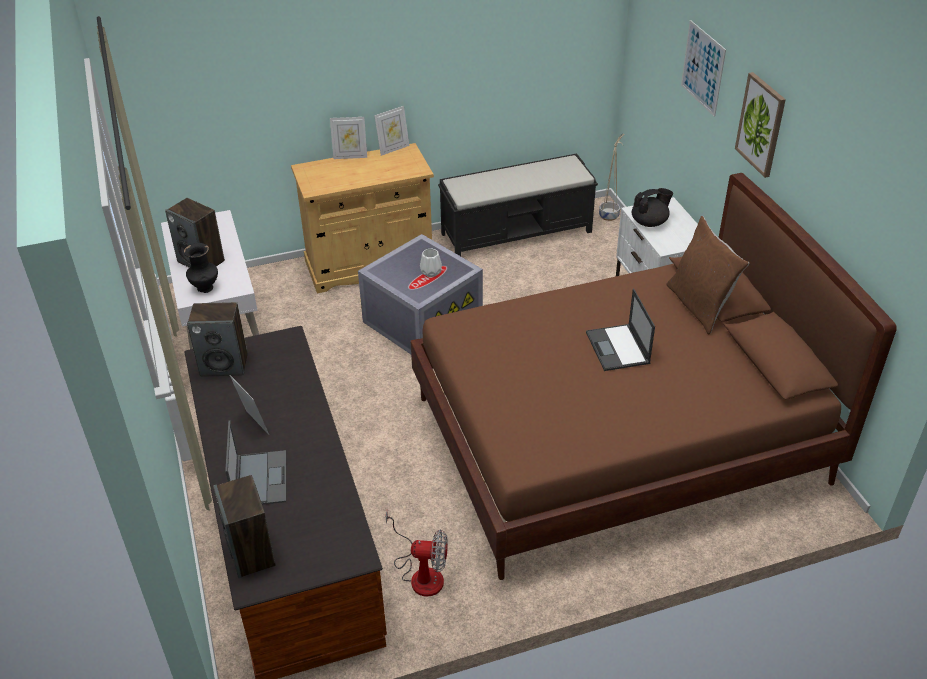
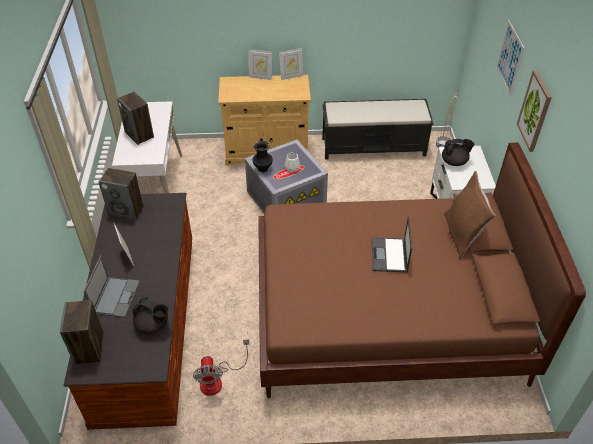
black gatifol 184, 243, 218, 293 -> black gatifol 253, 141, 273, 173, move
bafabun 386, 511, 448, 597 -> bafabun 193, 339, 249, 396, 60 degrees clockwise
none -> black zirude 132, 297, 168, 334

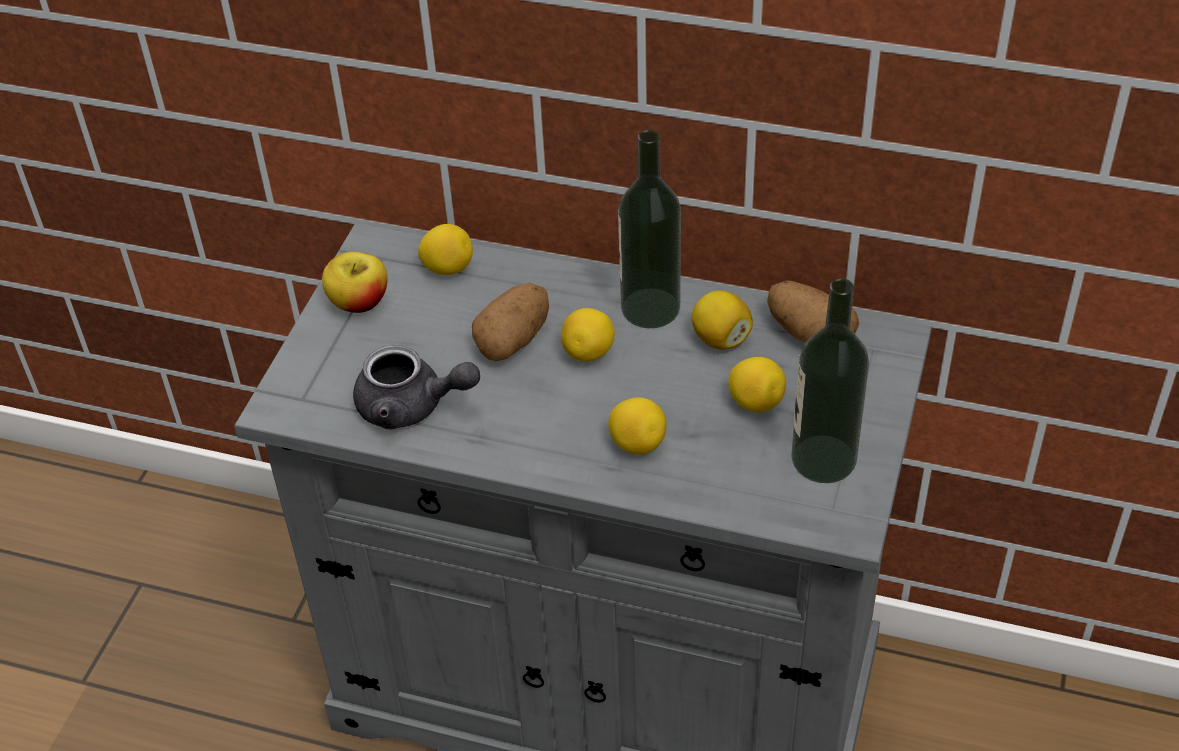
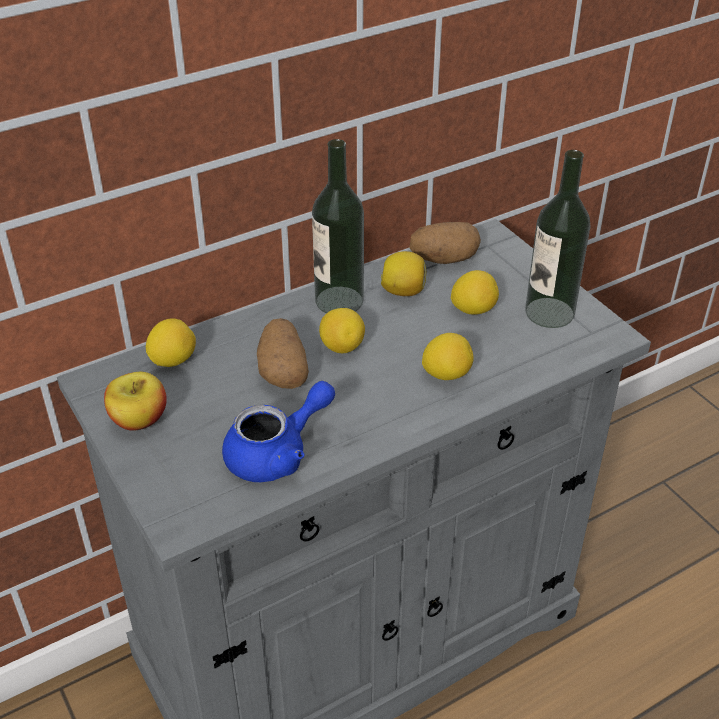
grey zirude 353, 345, 480, 430 -> blue zirude 222, 381, 335, 482

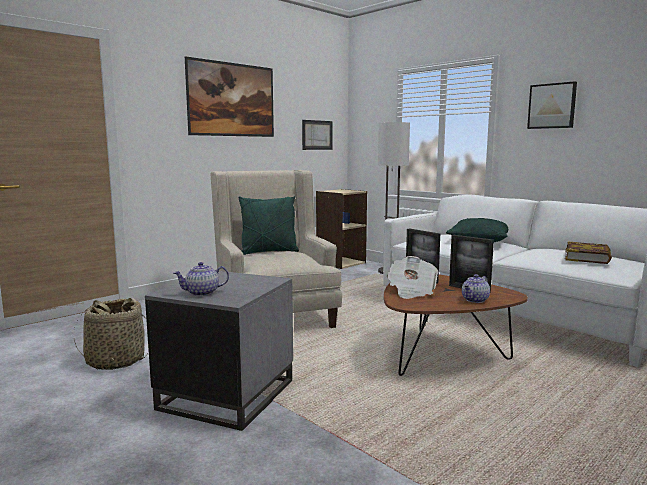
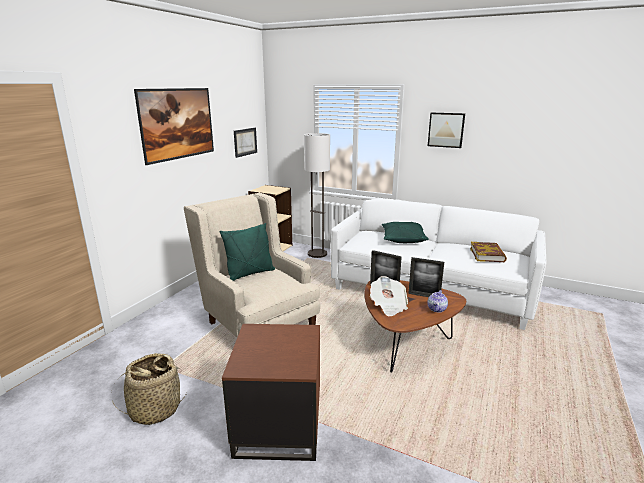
zirude 173, 262, 229, 296 -> none
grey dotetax 145, 271, 293, 431 -> brown dotetax 222, 324, 320, 461

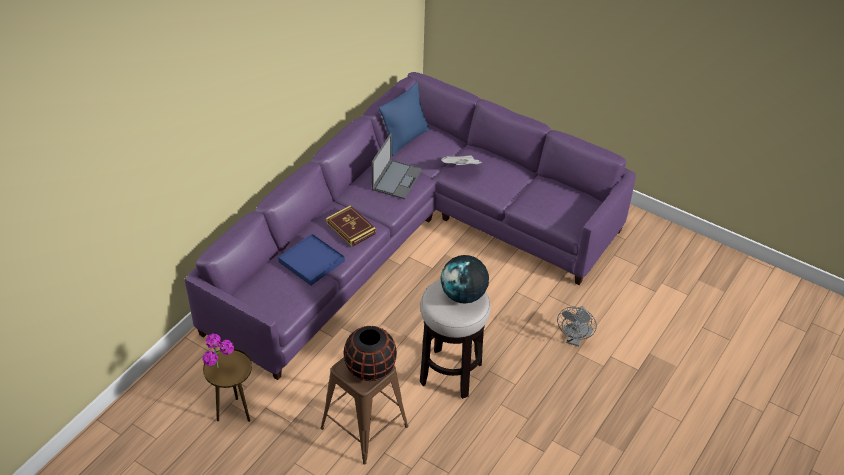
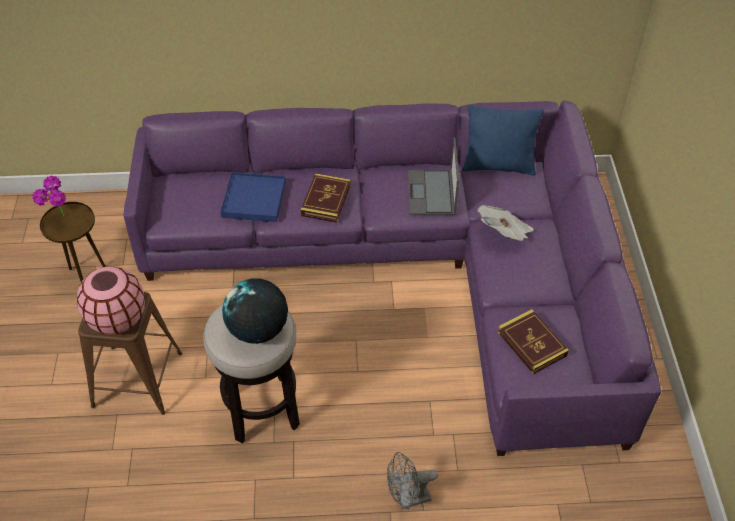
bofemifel 372, 133, 422, 199 -> bofemifel 408, 137, 459, 215, 105 degrees clockwise
black gatifol 344, 326, 397, 381 -> pink gatifol 77, 266, 145, 334
none -> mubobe 497, 309, 569, 375

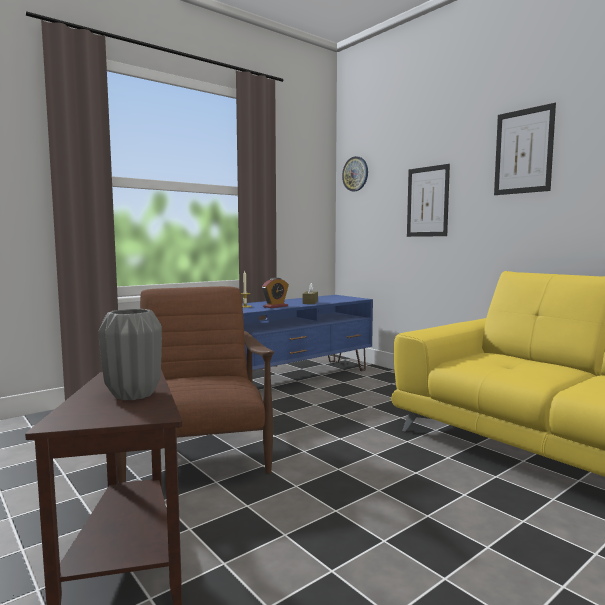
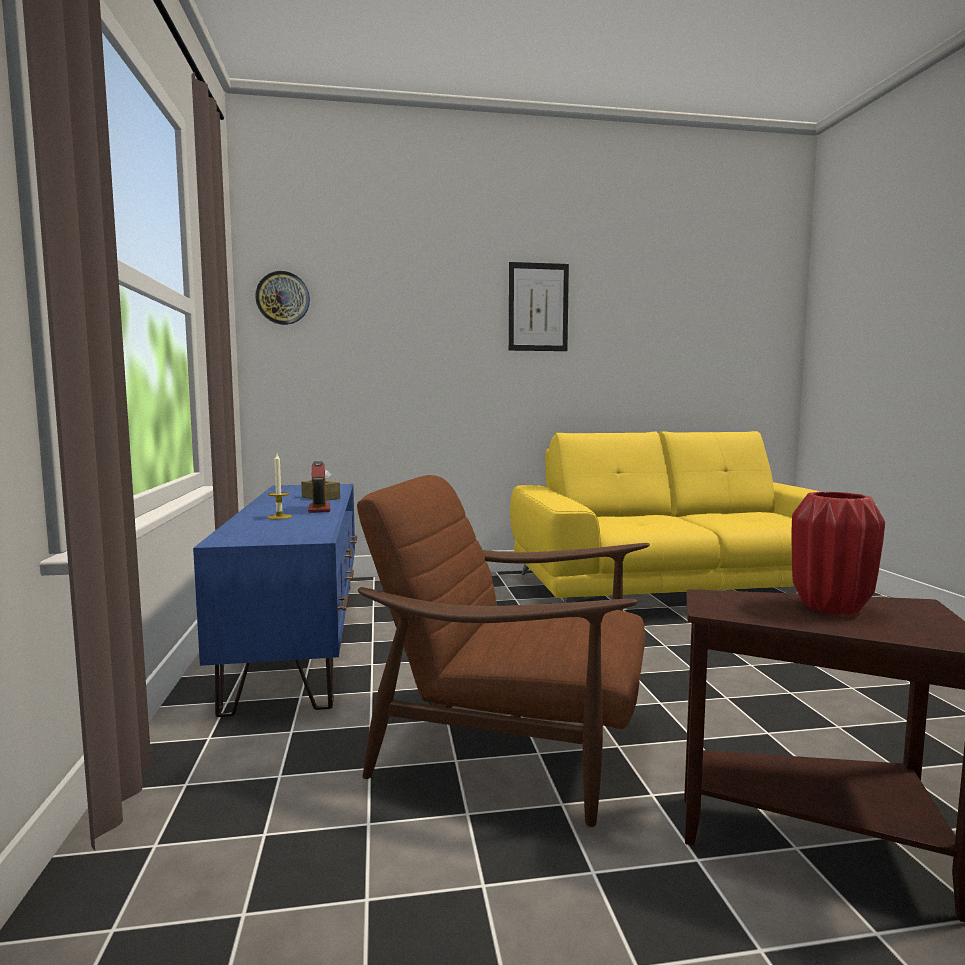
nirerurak 407, 164, 450, 237 -> none
grey gatifol 98, 309, 162, 400 -> red gatifol 791, 492, 885, 615

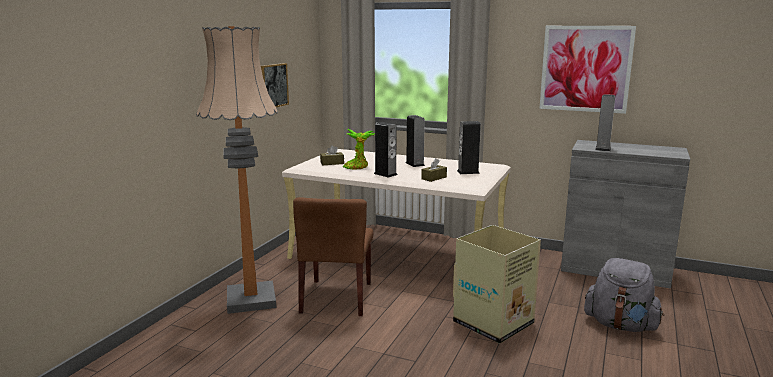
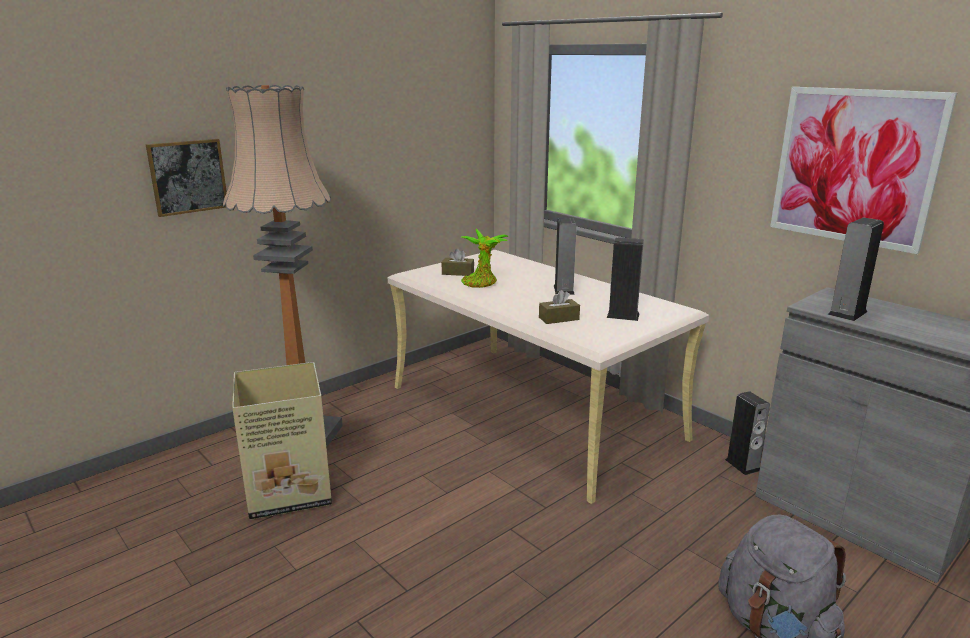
nirerurak 261, 63, 289, 107 -> nirerurak 146, 139, 227, 217, move
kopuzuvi 374, 122, 398, 178 -> kopuzuvi 725, 391, 770, 475, move
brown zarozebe 293, 197, 373, 316 -> none
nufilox 453, 225, 541, 344 -> nufilox 232, 362, 332, 520, move

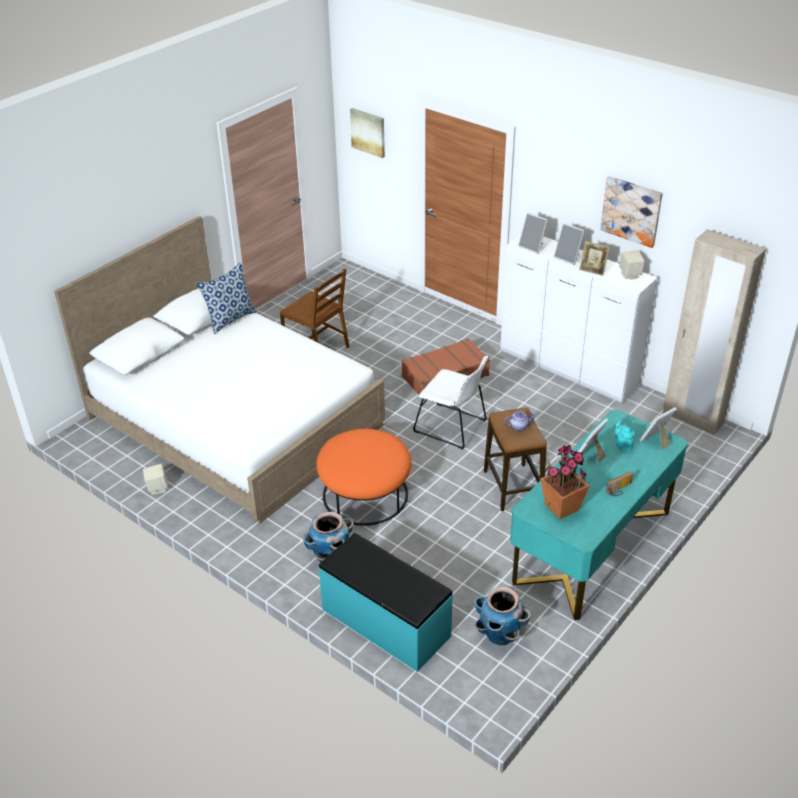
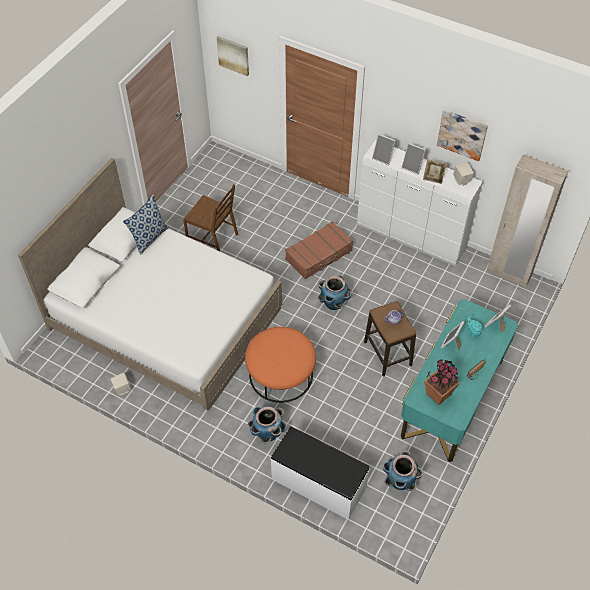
white zarozebe 413, 356, 488, 449 -> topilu 318, 276, 352, 310
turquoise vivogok 319, 533, 453, 672 -> white vivogok 271, 427, 370, 519

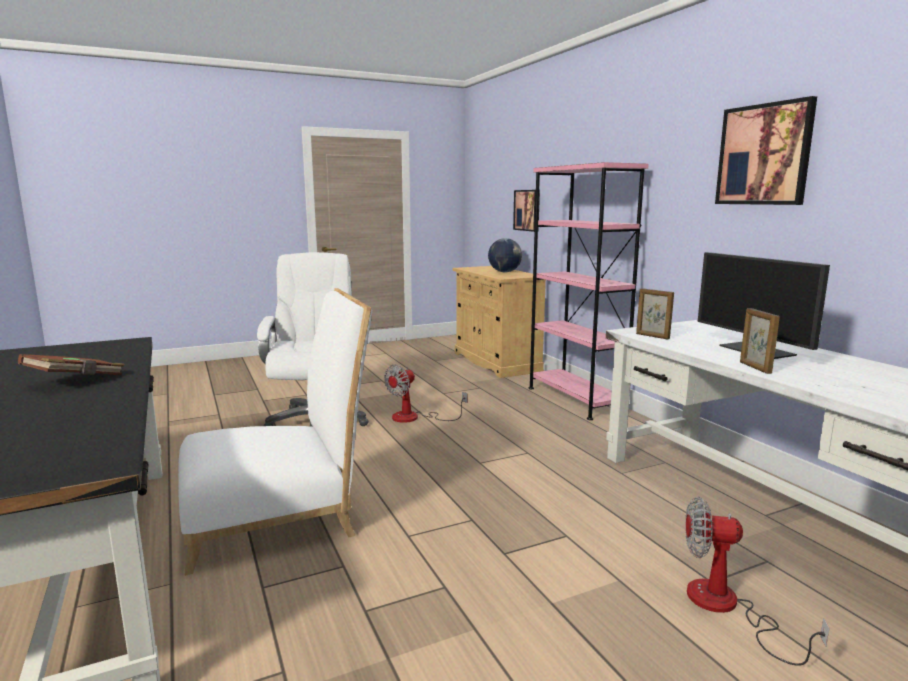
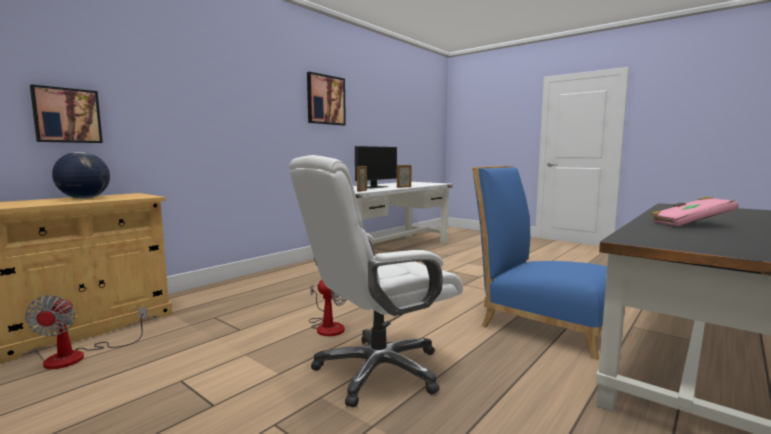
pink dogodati 528, 162, 649, 420 -> none
white zarozebe 178, 288, 372, 576 -> blue zarozebe 472, 166, 607, 360
brown mubobe 18, 354, 124, 375 -> pink mubobe 651, 196, 739, 226
bafabun 685, 497, 830, 666 -> bafabun 25, 295, 147, 369, move

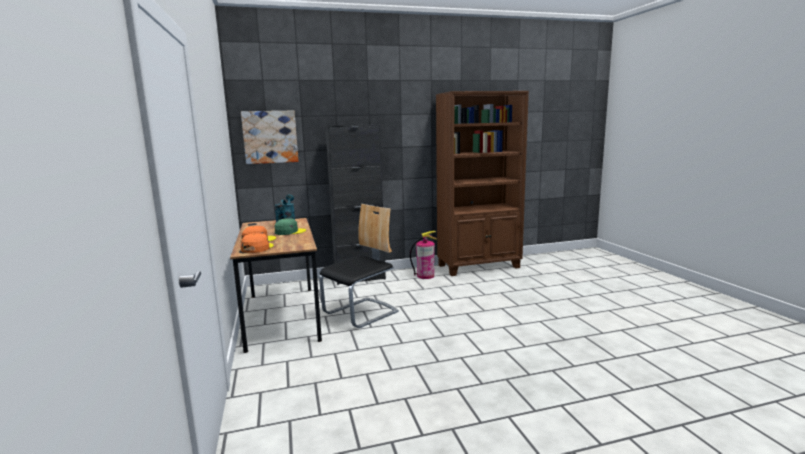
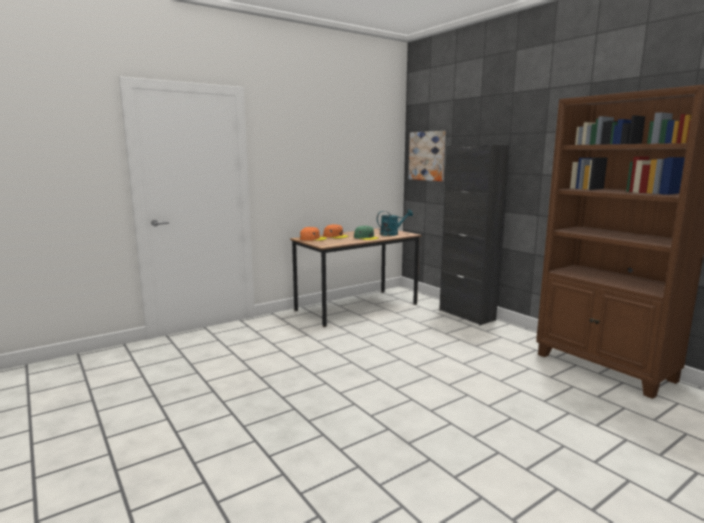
zarozebe 319, 204, 399, 328 -> none
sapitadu 410, 231, 437, 279 -> none

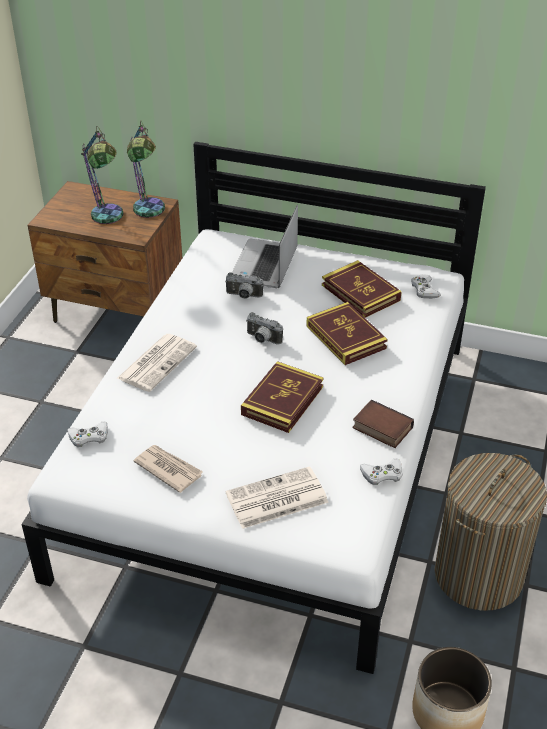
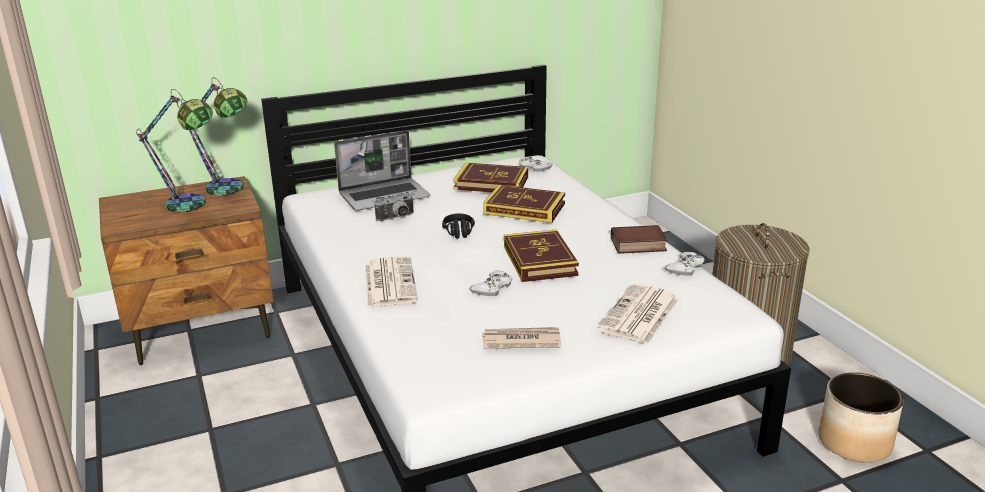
bofemifel 232, 205, 298, 288 -> bofemifel 334, 130, 430, 210, 90 degrees counterclockwise
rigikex 246, 312, 283, 344 -> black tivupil 442, 213, 475, 239
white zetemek 67, 422, 108, 447 -> white zetemek 469, 271, 512, 296, move

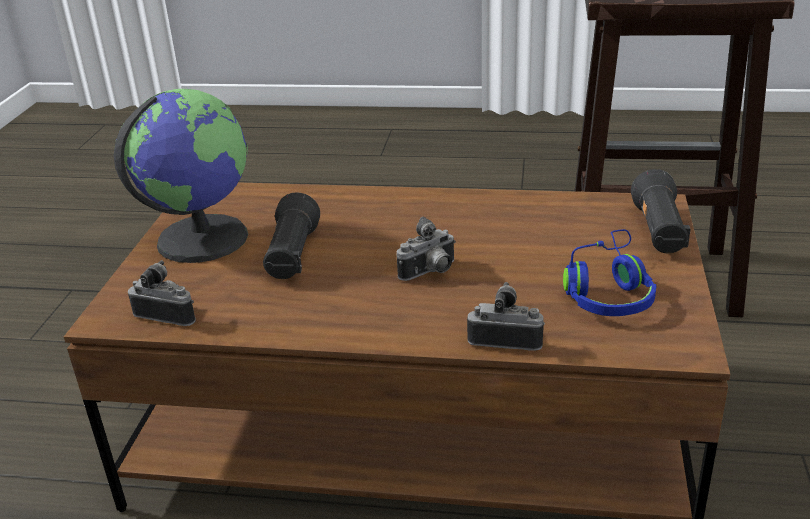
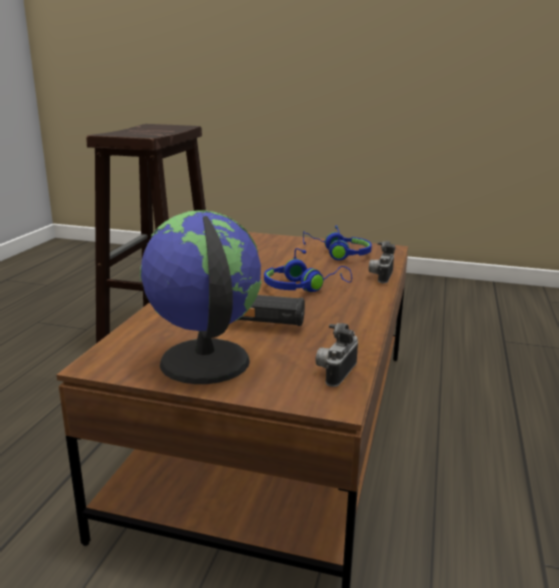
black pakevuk 631, 169, 691, 253 -> none
rigikex 396, 217, 455, 281 -> blue tivupil 264, 248, 352, 292

